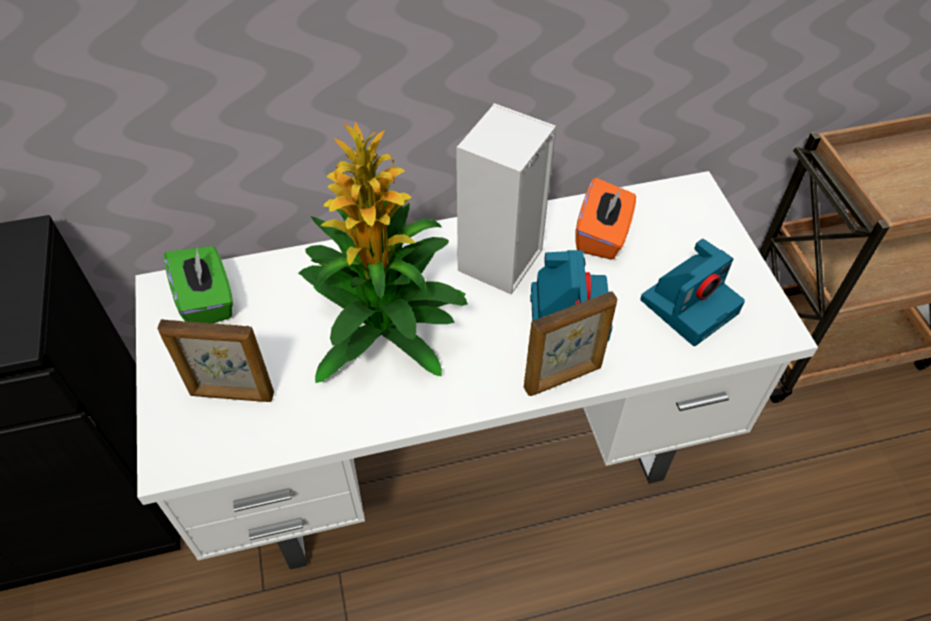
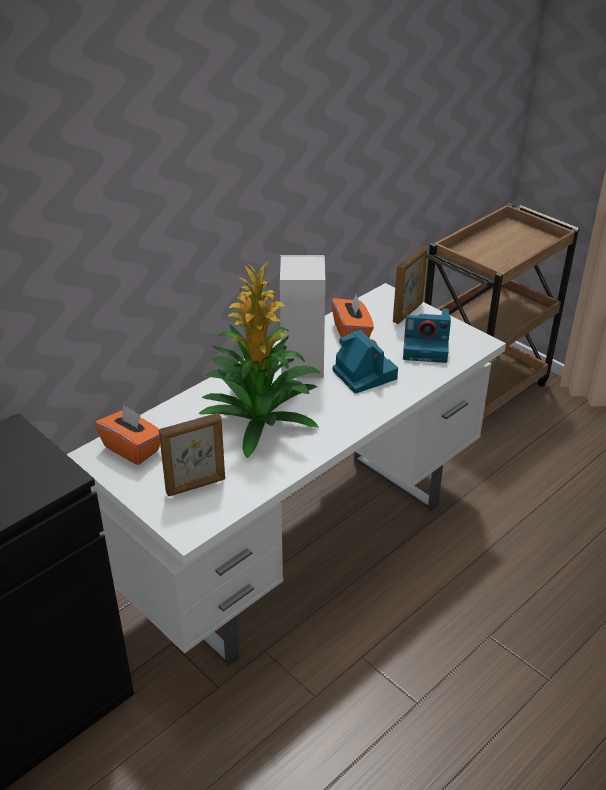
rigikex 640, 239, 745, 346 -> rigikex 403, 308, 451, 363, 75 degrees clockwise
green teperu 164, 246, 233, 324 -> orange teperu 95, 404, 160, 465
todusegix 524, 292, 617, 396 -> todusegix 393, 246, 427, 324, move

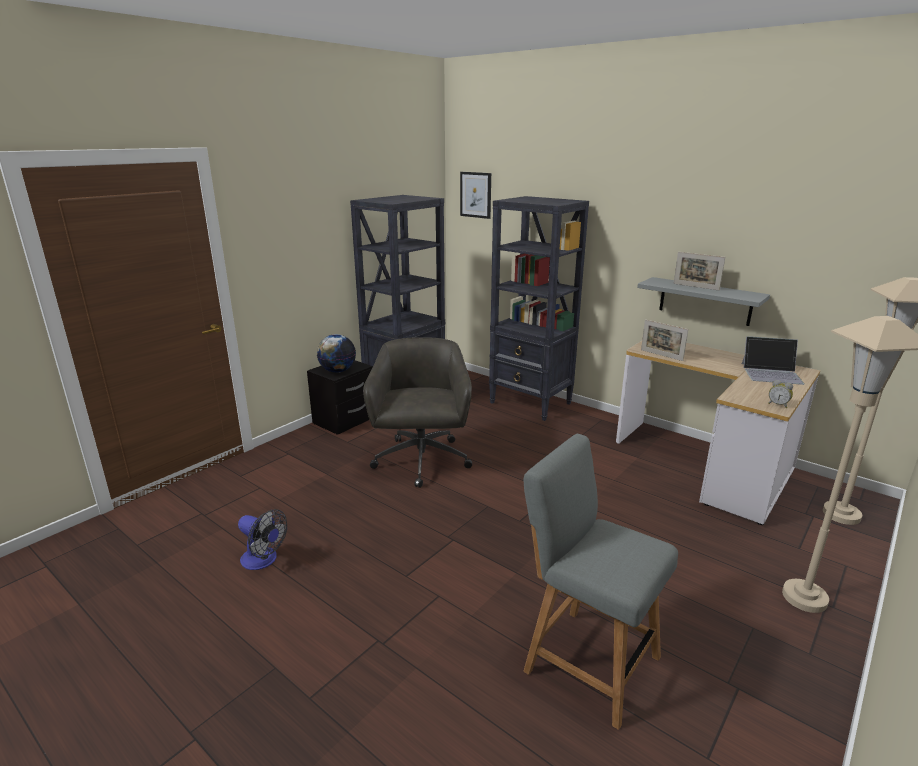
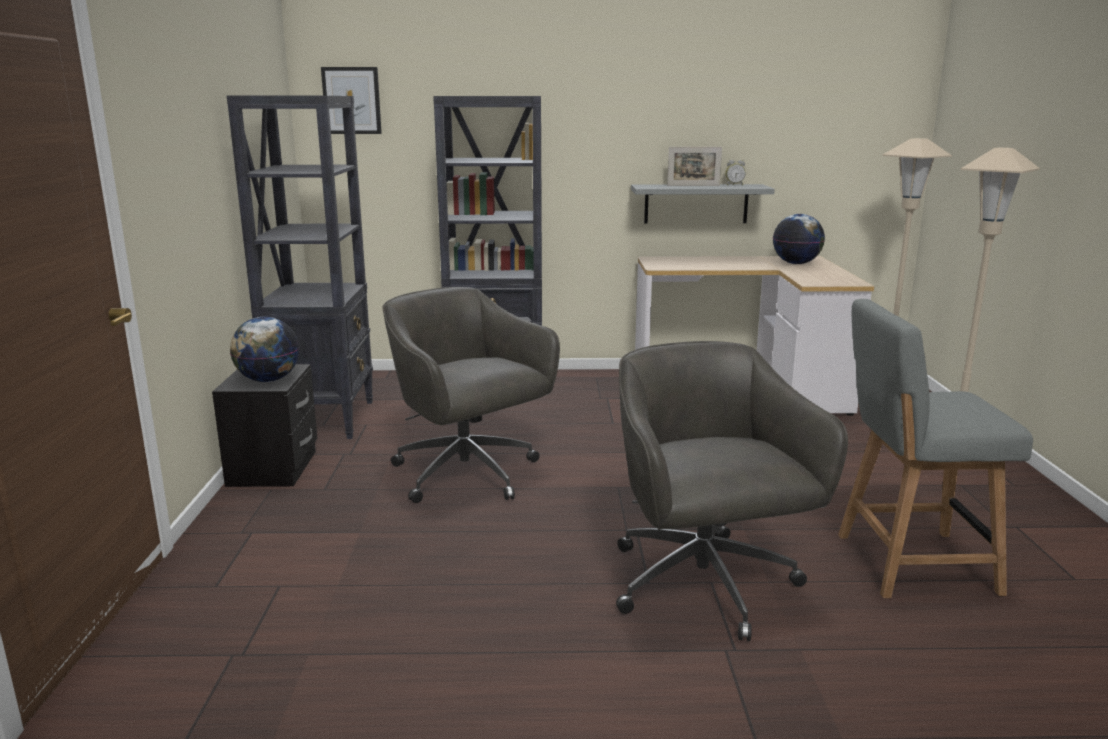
todusegix 641, 319, 688, 361 -> none
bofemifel 742, 336, 804, 385 -> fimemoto 773, 214, 825, 264
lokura 768, 380, 793, 408 -> lokura 725, 160, 746, 186, move
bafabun 238, 509, 287, 570 -> none
none -> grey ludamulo 616, 341, 848, 641

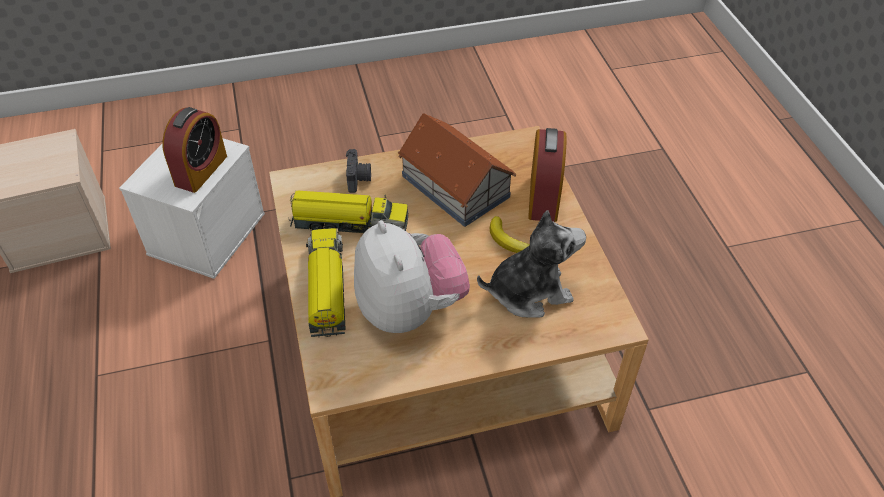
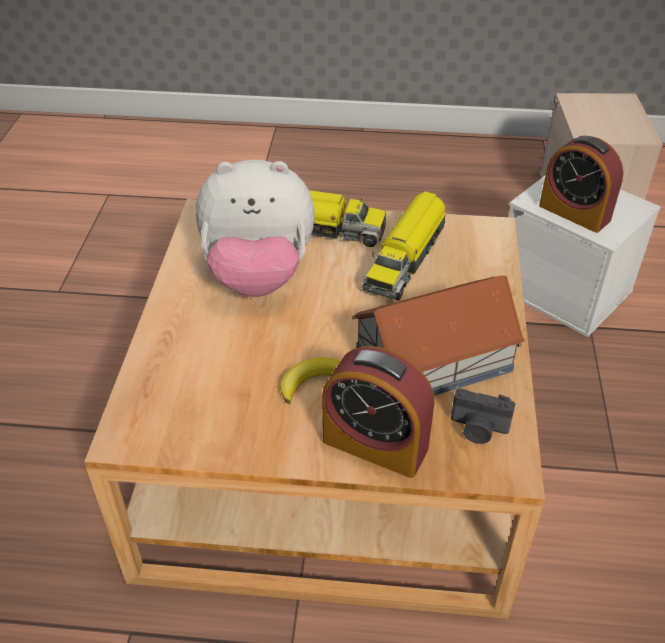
rigikex 346, 149, 371, 193 -> rigikex 451, 388, 515, 444, move
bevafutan 477, 210, 586, 318 -> none

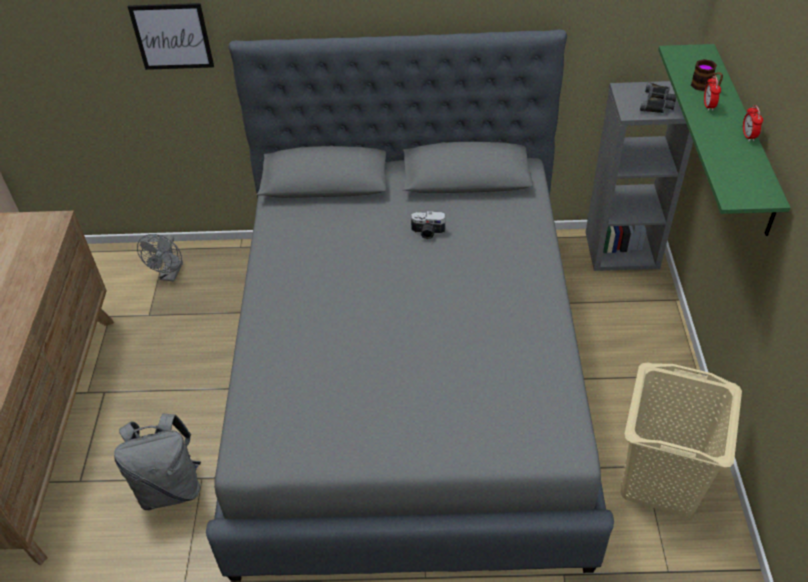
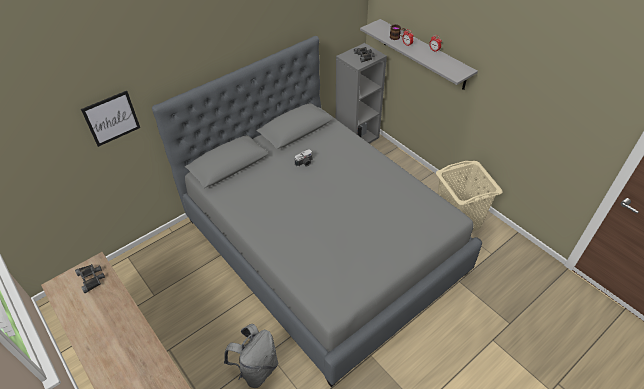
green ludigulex 658, 44, 791, 236 -> grey ludigulex 360, 19, 478, 90
grey bafabun 137, 234, 183, 282 -> none
none -> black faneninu 75, 264, 105, 293

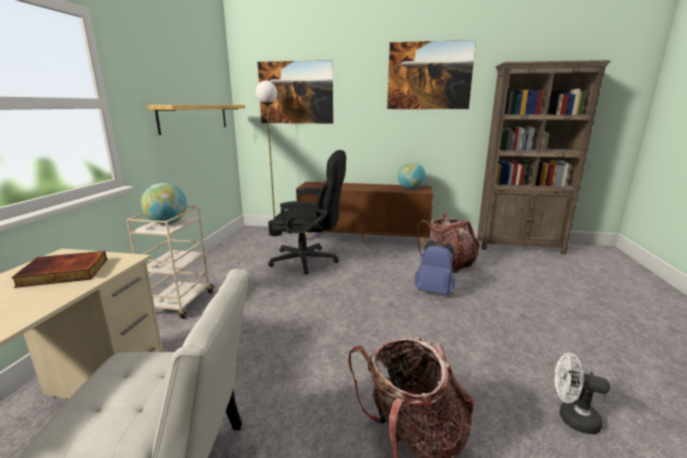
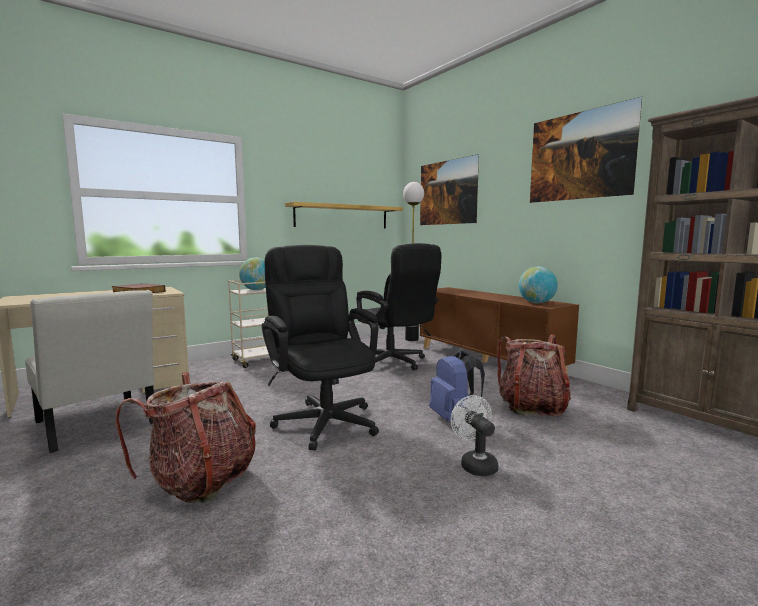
white bafabun 554, 353, 610, 434 -> white bafabun 451, 395, 498, 476, move
none -> black ludamulo 261, 245, 379, 451

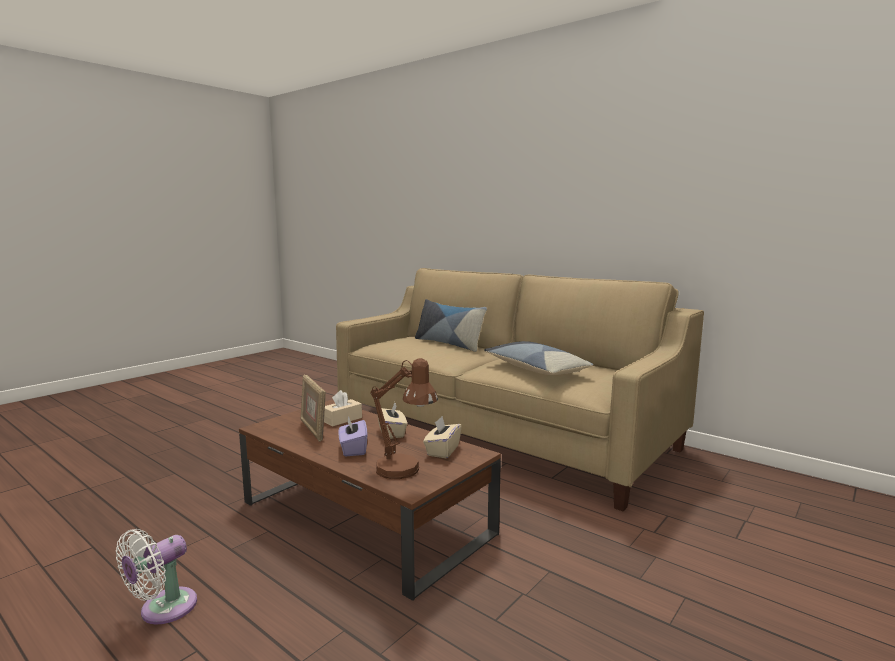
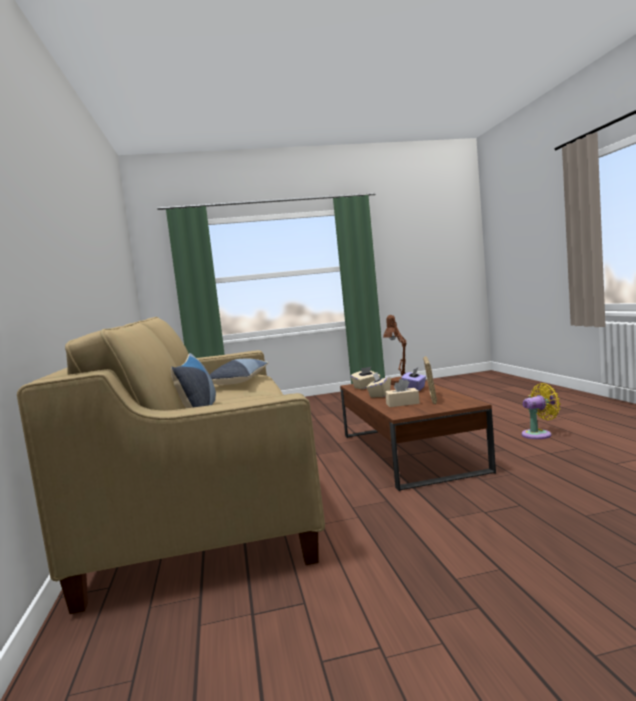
white bafabun 116, 529, 197, 625 -> yellow bafabun 522, 383, 561, 439

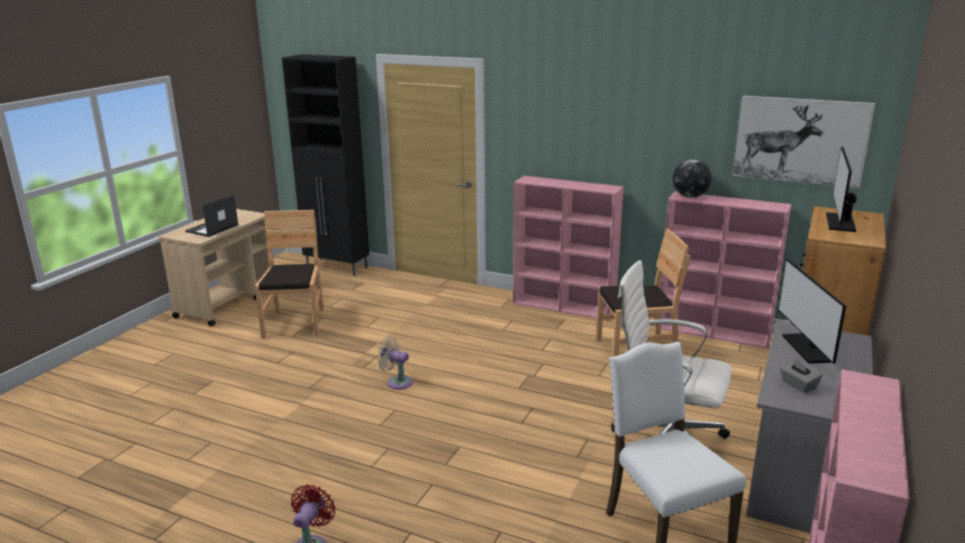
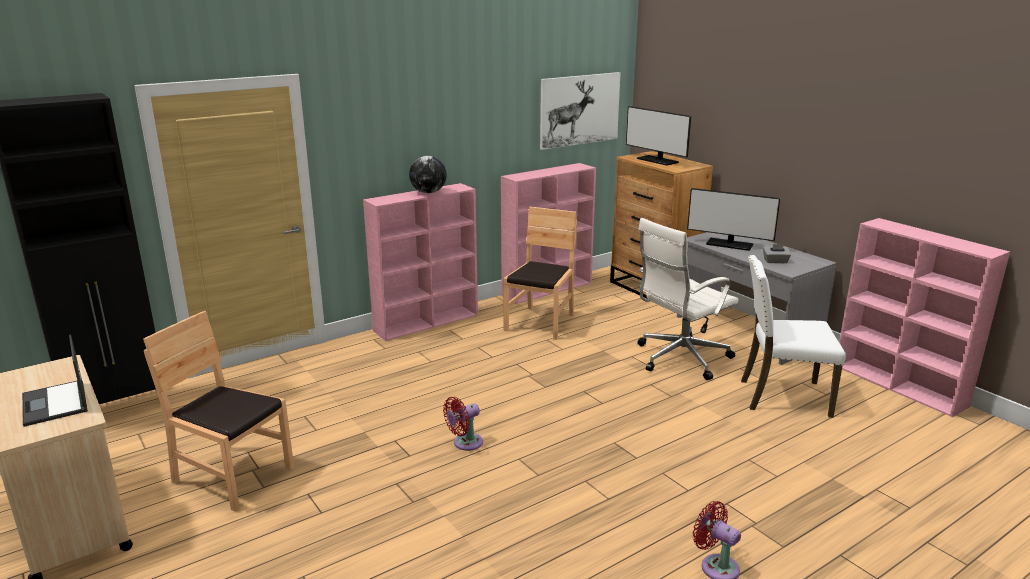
fimemoto 672, 160, 711, 198 -> fimemoto 409, 156, 447, 193, move
beige bafabun 377, 338, 413, 390 -> red bafabun 443, 397, 483, 451

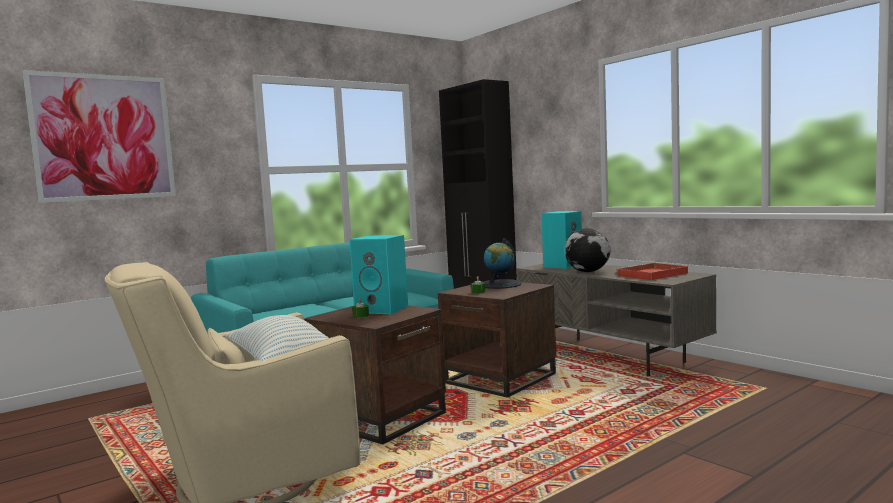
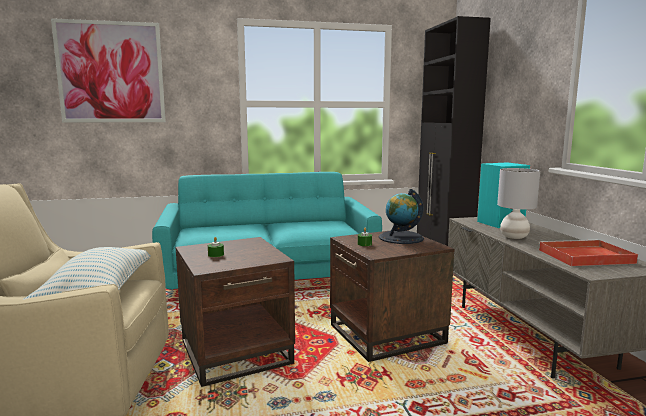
fimemoto 565, 228, 610, 272 -> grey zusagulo 497, 168, 540, 239
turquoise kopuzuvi 349, 235, 408, 314 -> none

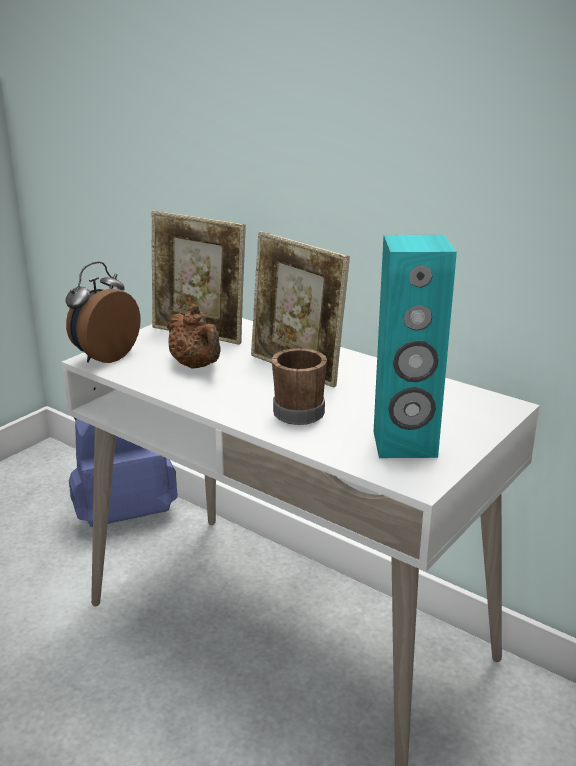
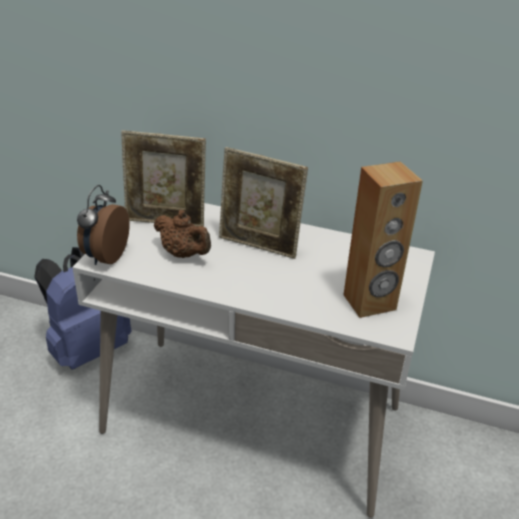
turquoise kopuzuvi 373, 235, 457, 458 -> brown kopuzuvi 344, 161, 423, 318
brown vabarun 272, 348, 327, 425 -> none

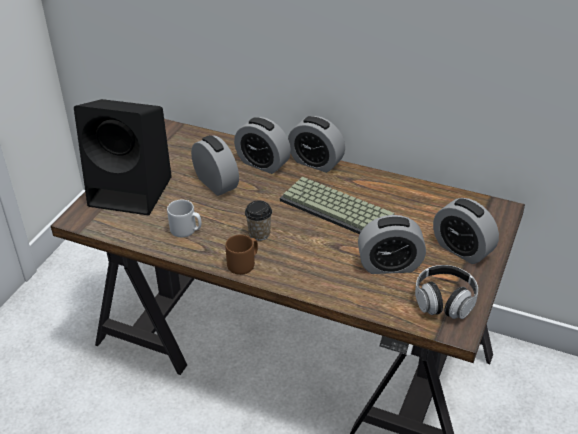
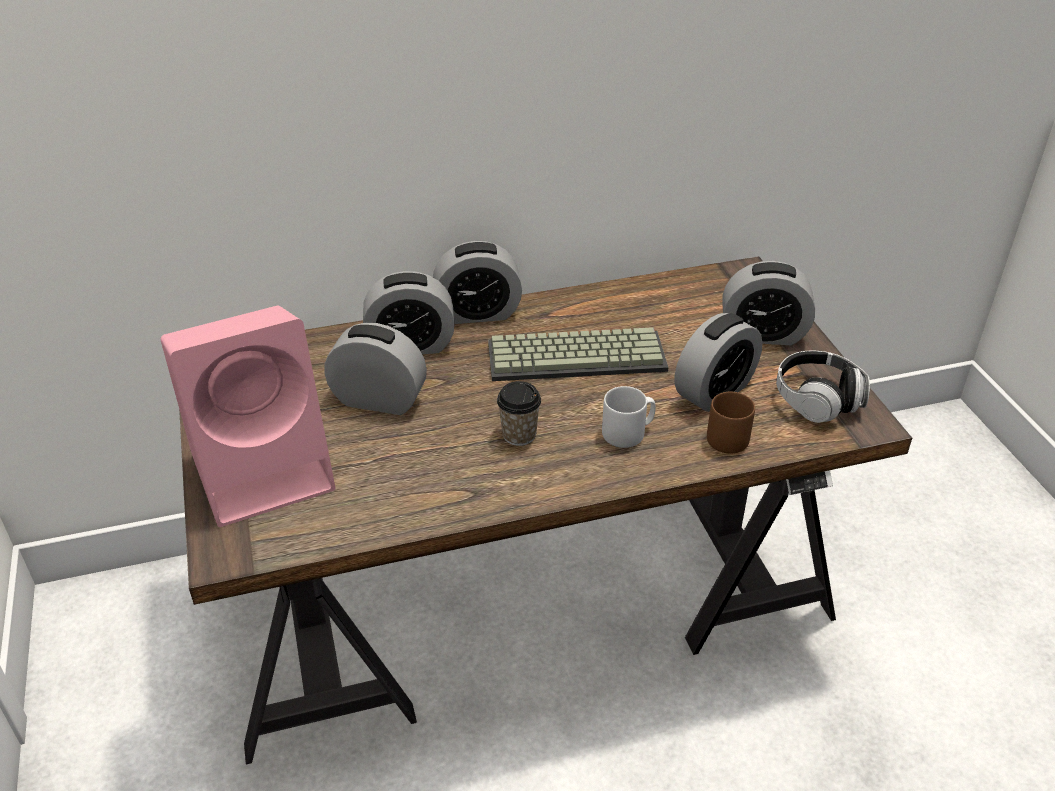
black kopuzuvi 74, 99, 172, 216 -> pink kopuzuvi 160, 306, 335, 527
grey vabarun 167, 200, 202, 237 -> grey vabarun 602, 386, 656, 448, move
brown vabarun 225, 235, 258, 275 -> brown vabarun 707, 392, 755, 453, move

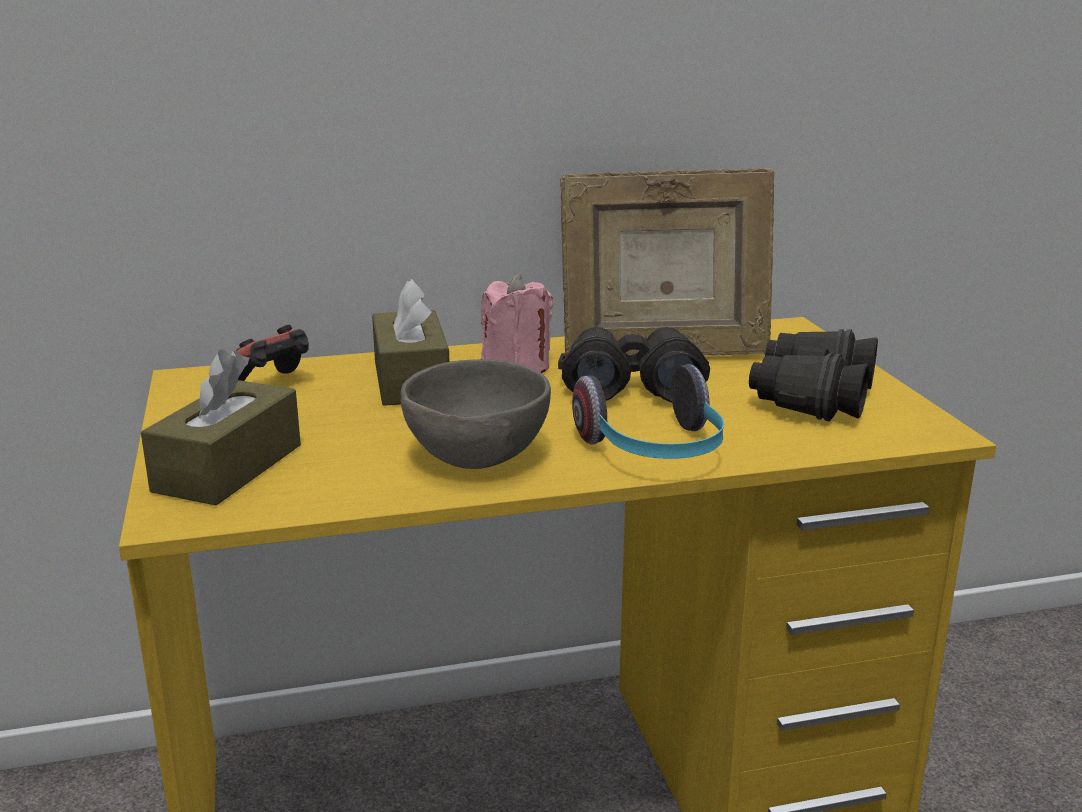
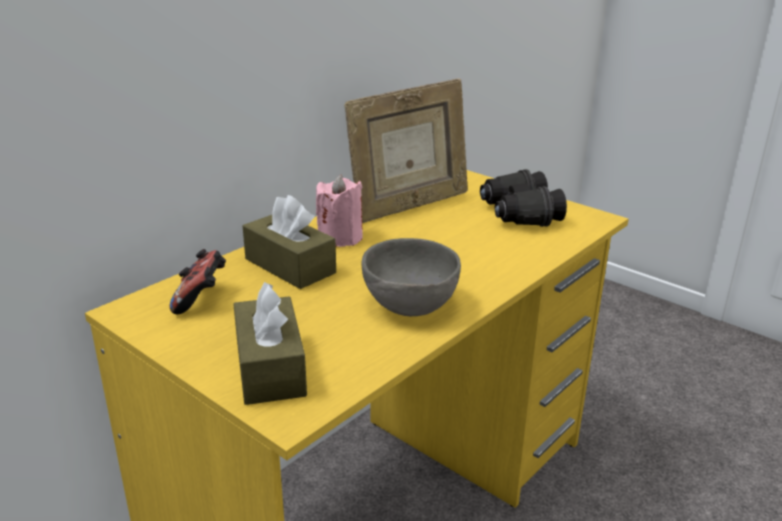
black faneninu 558, 327, 710, 402 -> none
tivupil 572, 364, 724, 459 -> none

